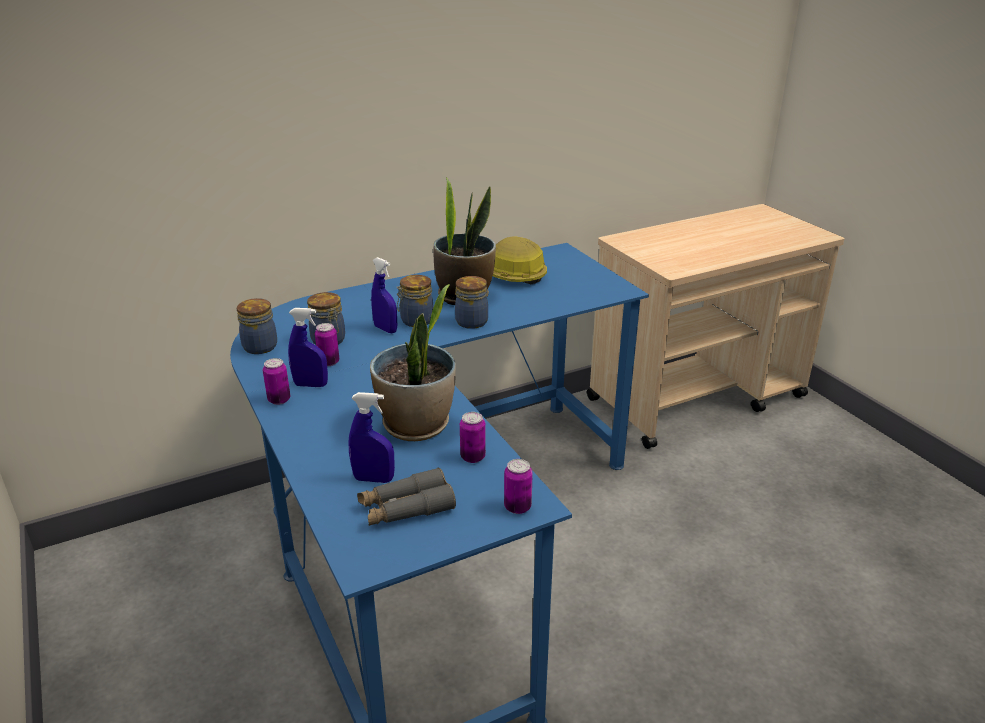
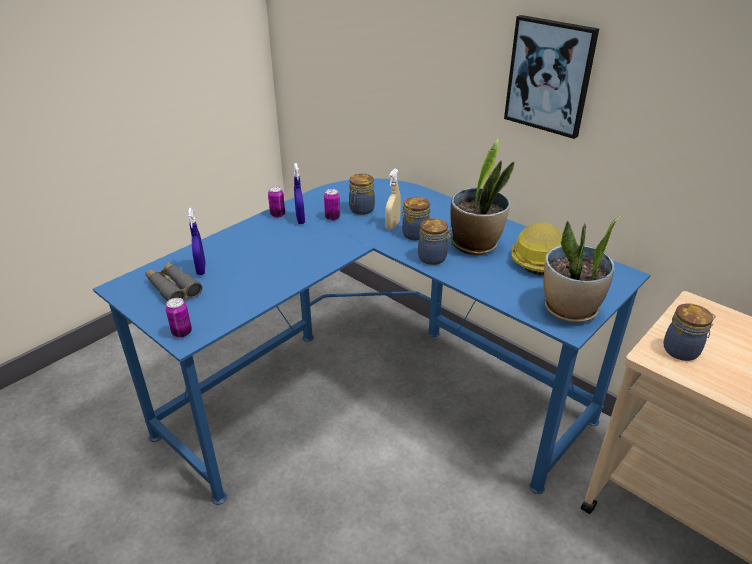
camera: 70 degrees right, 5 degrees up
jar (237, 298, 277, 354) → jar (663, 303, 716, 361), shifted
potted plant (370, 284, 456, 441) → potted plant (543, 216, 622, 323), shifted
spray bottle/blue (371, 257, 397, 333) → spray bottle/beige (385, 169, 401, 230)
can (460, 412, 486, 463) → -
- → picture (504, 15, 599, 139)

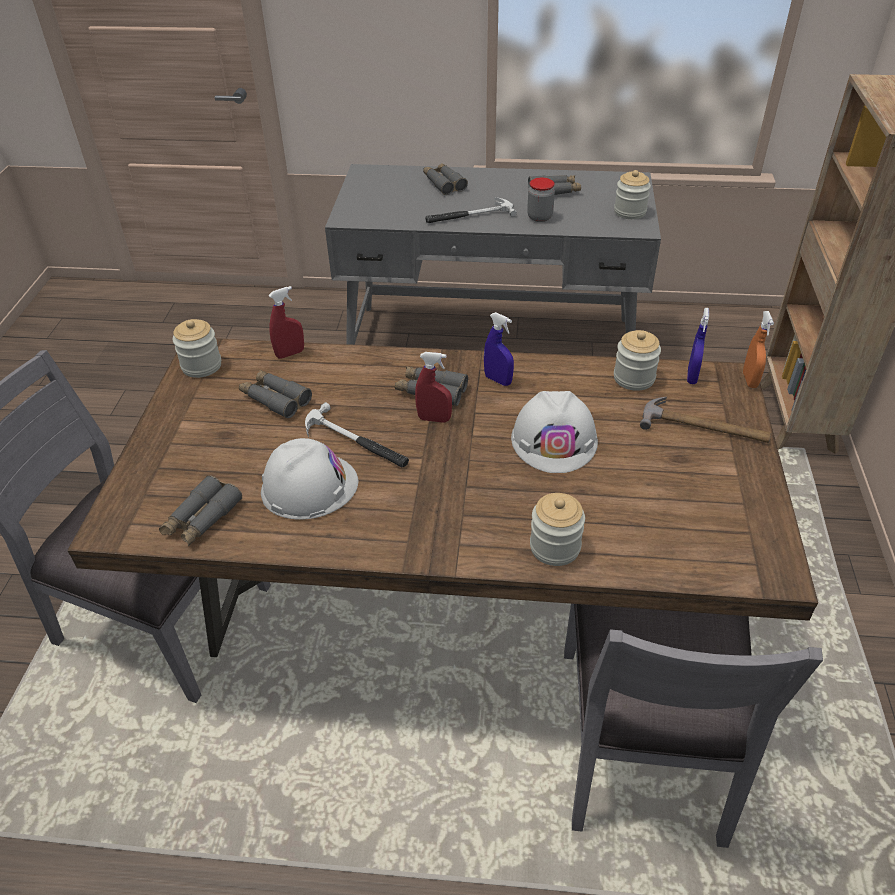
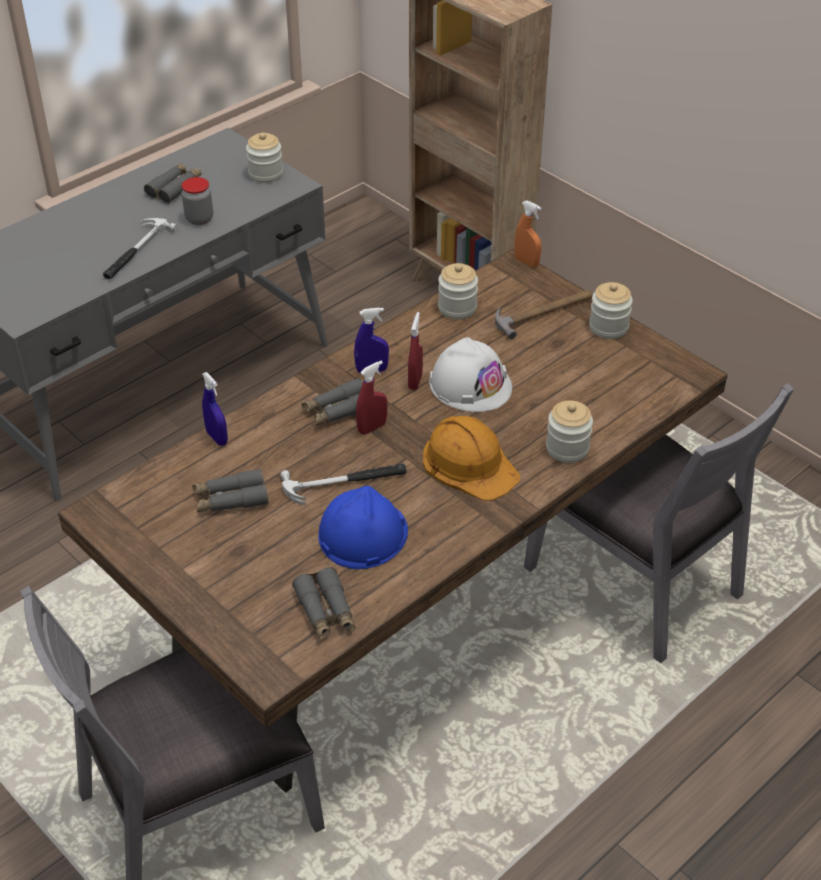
camera: 50 degrees left, 0 degrees up
jar (173, 319, 221, 378) → jar (589, 282, 633, 339), shifted
hard hat/white (261, 438, 358, 520) → hard hat/blue (318, 486, 408, 569)
spray bottle/red (268, 286, 304, 359) → spray bottle/red (408, 312, 423, 390), shifted
binoculars/grey (423, 163, 468, 195) → -
spray bottle/blue (687, 308, 709, 384) → spray bottle/blue (202, 372, 228, 446), shifted
- → hard hat/orange (423, 416, 520, 501)

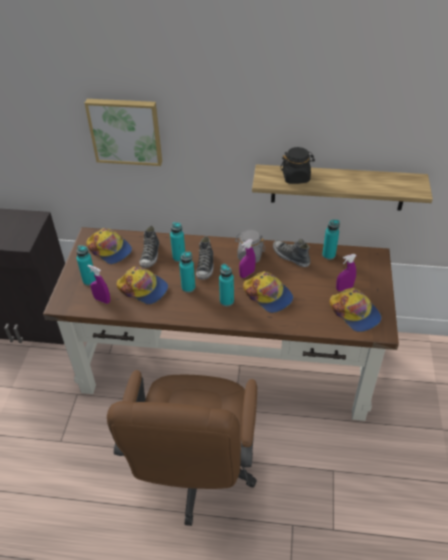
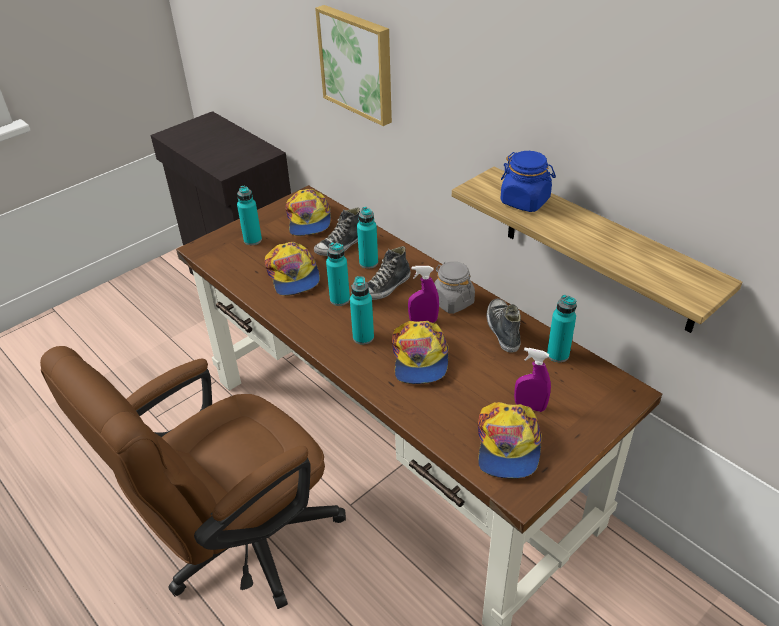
camera: 40 degrees right, 5 degrees down
spray bottle/purple (88, 265, 110, 304) → -
jar/black (280, 147, 315, 184) → jar/blue (500, 151, 556, 212)

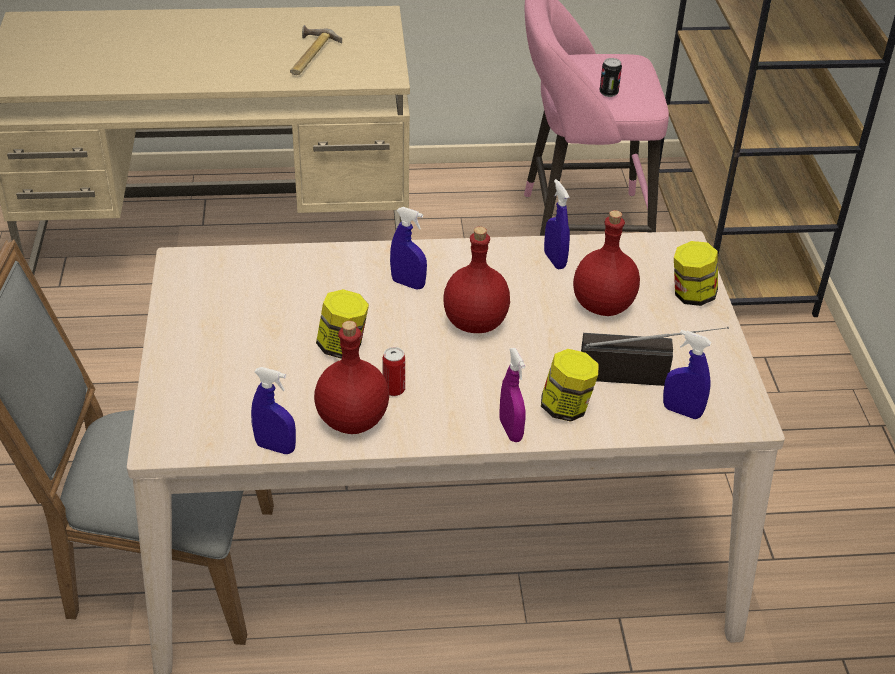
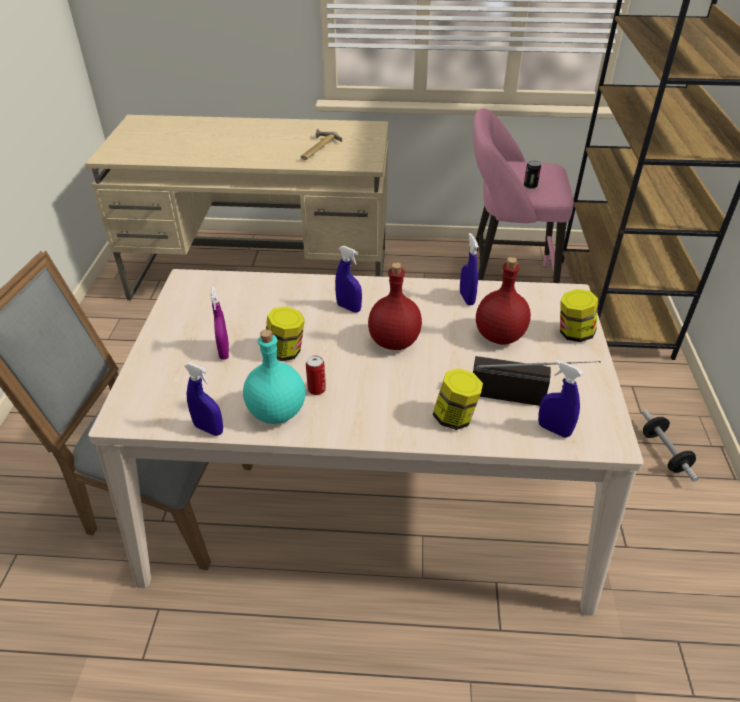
camera: 10 degrees right, 0 degrees up
bottle/red (314, 321, 389, 434) → bottle/turquoise (243, 329, 305, 424)
spray bottle/purple (500, 348, 526, 442) → spray bottle/purple (210, 286, 229, 360), shifted
- → dumbbell (642, 410, 698, 482)

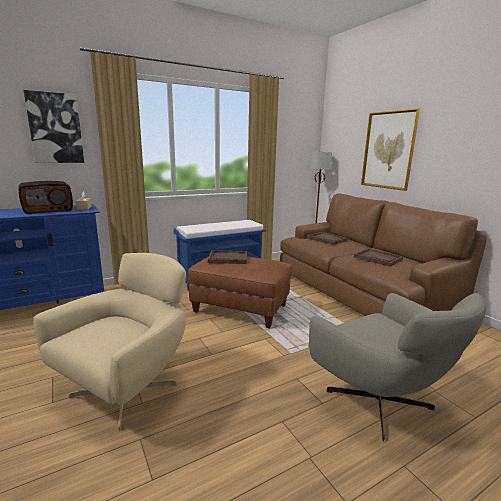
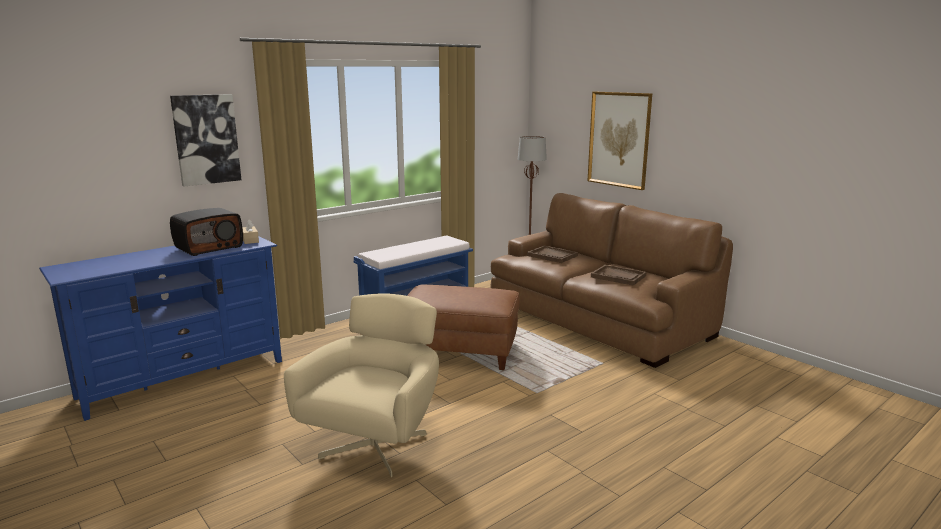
camera: 10 degrees left, 0 degrees up
tray/brown (208, 250, 247, 264) → -
armchair/grey (309, 293, 486, 441) → -

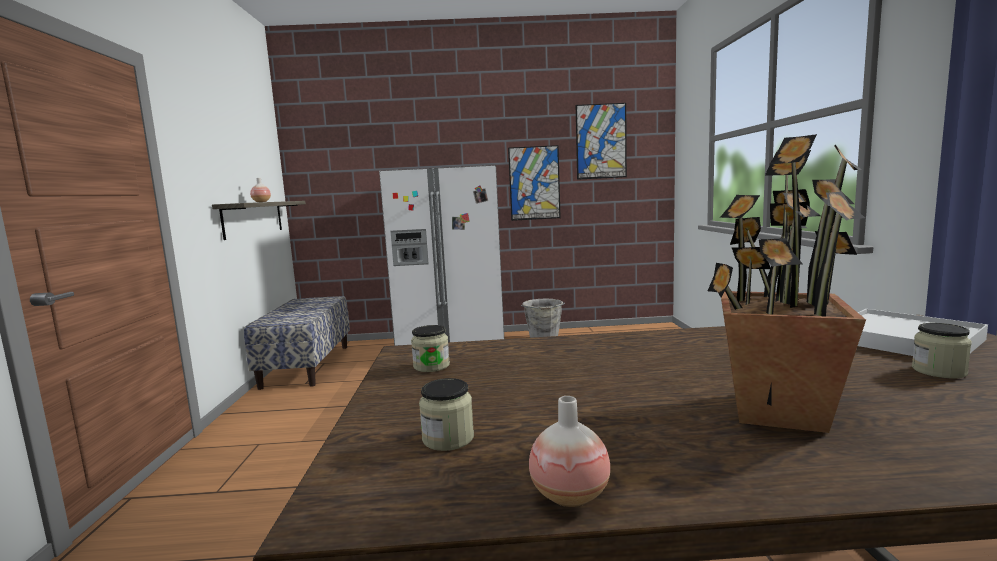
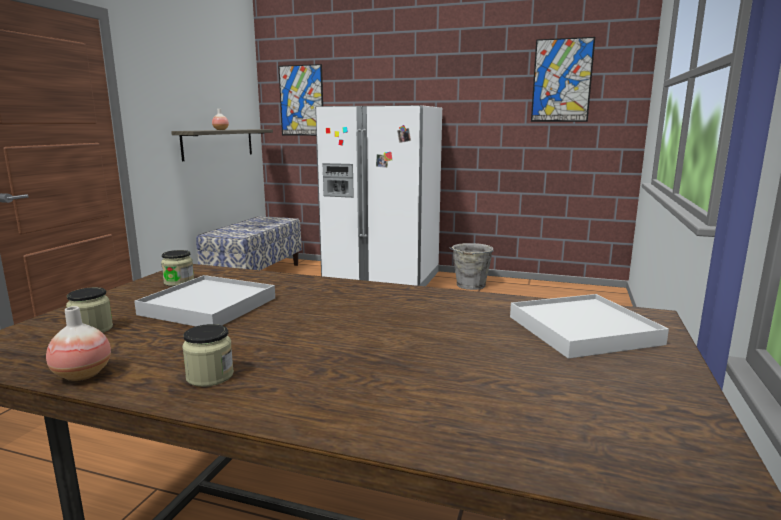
camera: 20 degrees right, 5 degrees up
picture (508, 145, 561, 221) → picture (278, 64, 323, 136), shifted
potted plant (708, 134, 866, 433) → -
jar (912, 323, 972, 378) → jar (182, 324, 234, 387), shifted
- → tray/white (134, 275, 275, 326)

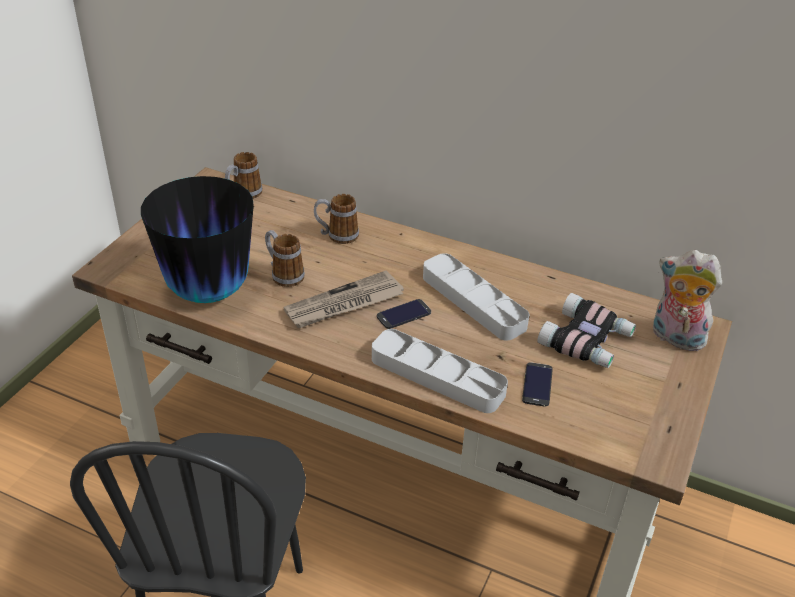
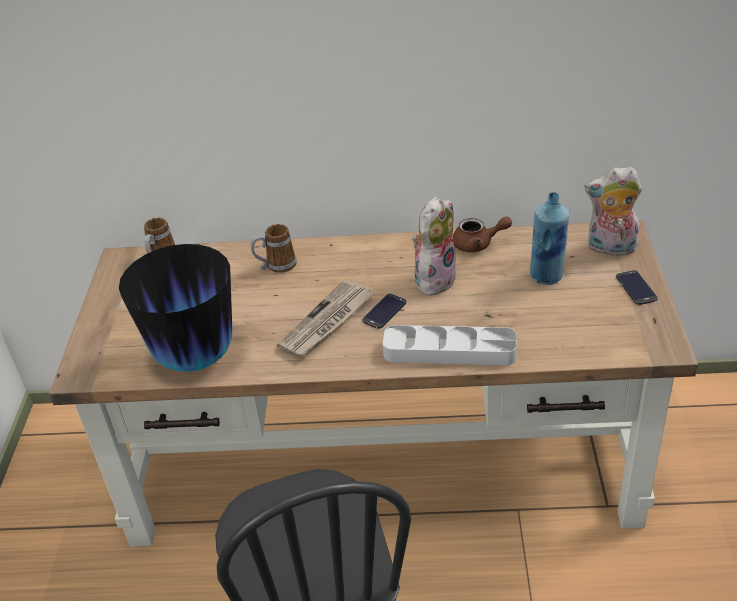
camera: 20 degrees left, 0 degrees up
mug (265, 230, 305, 287) → -
tray/grey (423, 253, 529, 341) → plush toy (412, 196, 457, 296)
phone (522, 362, 553, 407) → phone (616, 270, 658, 305), shifted
binoculars (538, 293, 636, 368) → bottle/blue (530, 192, 569, 285)
- → teapot/brown (453, 216, 512, 252)

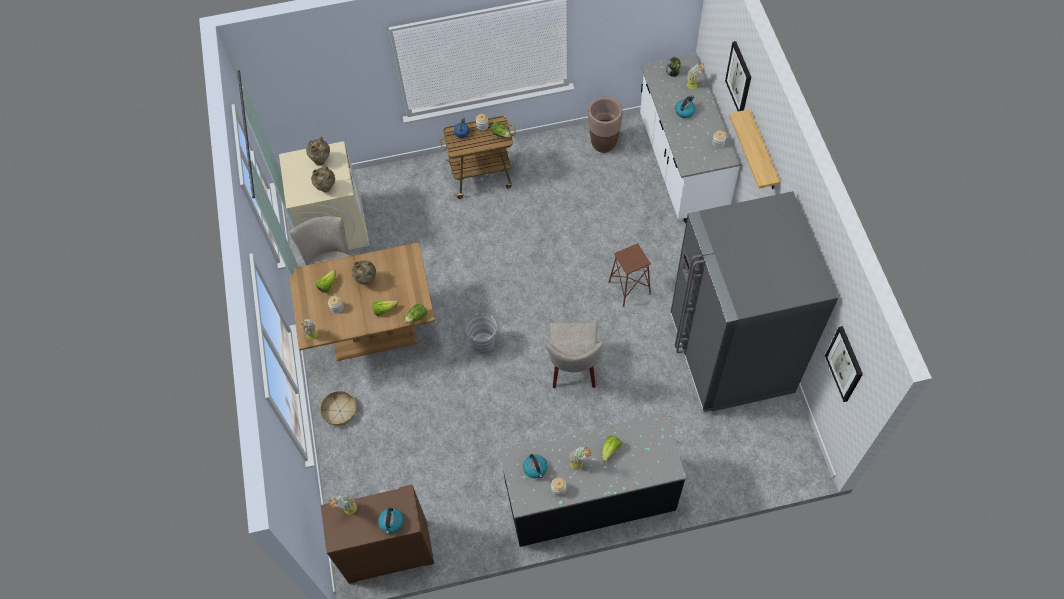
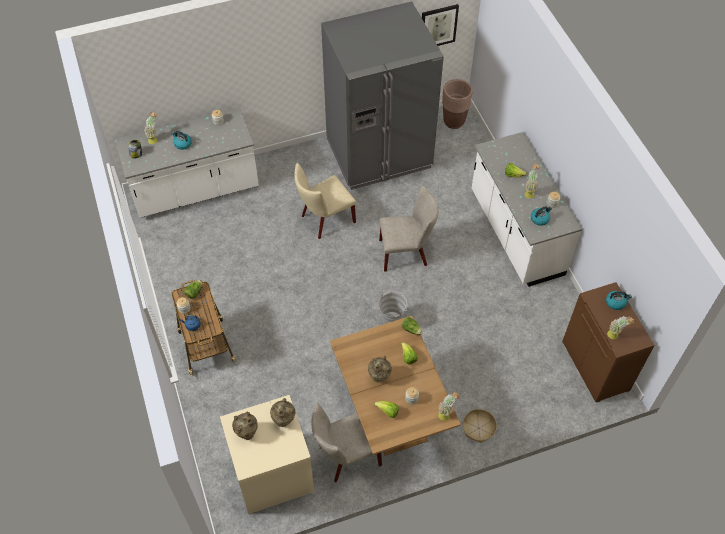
camera: 100 degrees left, 5 degrees down
counter/black (499, 413, 686, 547) → counter/white (472, 132, 582, 287)
planter/brown (588, 97, 622, 153) → planter/brown (442, 79, 473, 129), shifted
stool/brown (609, 243, 651, 307) → chair/beige (295, 163, 356, 239)
picture (725, 41, 751, 111) → -
shelf (729, 109, 781, 189) → -

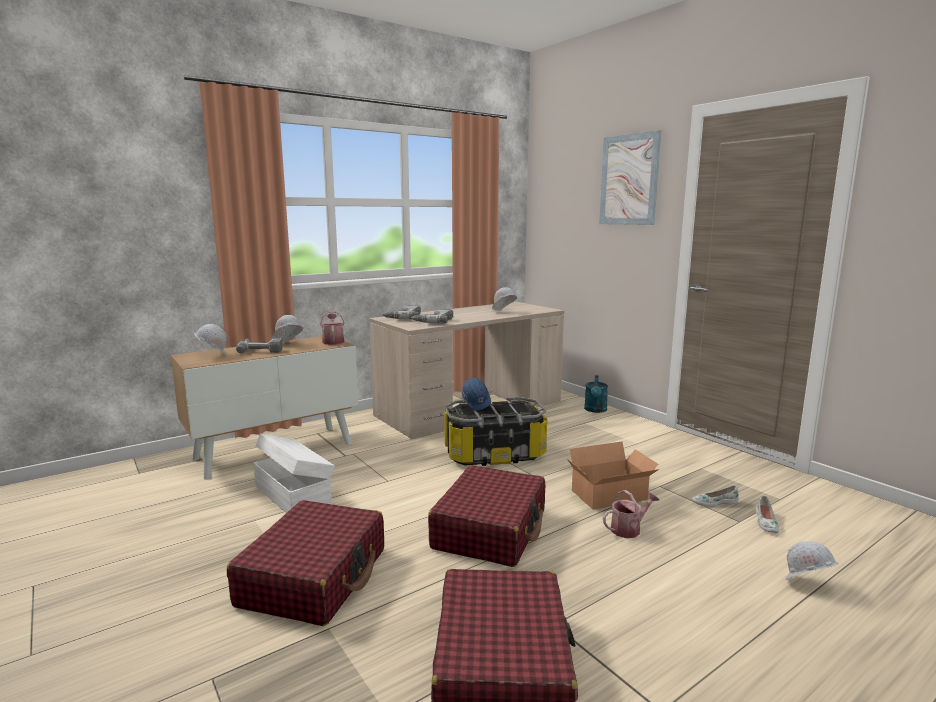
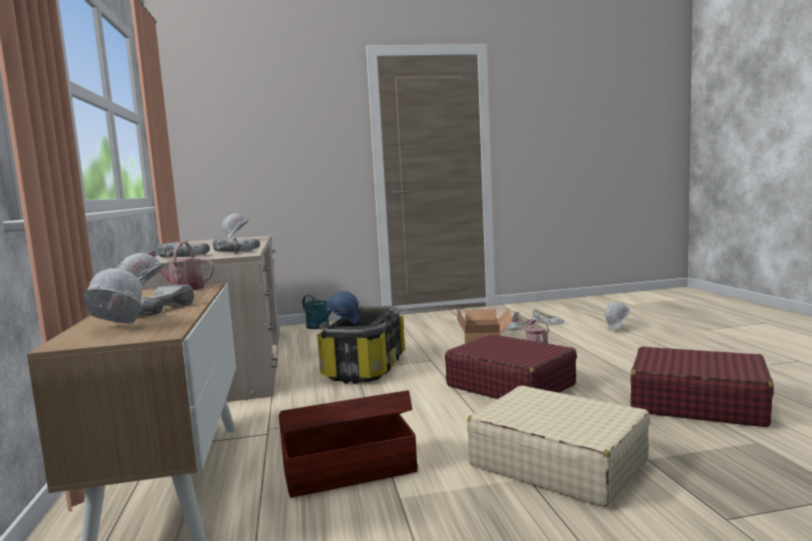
camera: 65 degrees left, 5 degrees down
suitcase/red (227, 500, 384, 626) → suitcase/beige (467, 386, 650, 507)
storage box/white (253, 434, 335, 513) → storage box/brown (279, 390, 417, 498)
picture (599, 130, 661, 225) → -

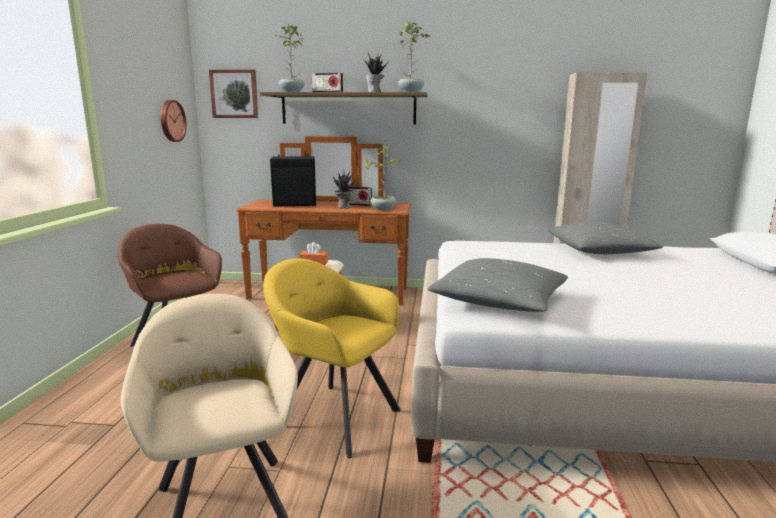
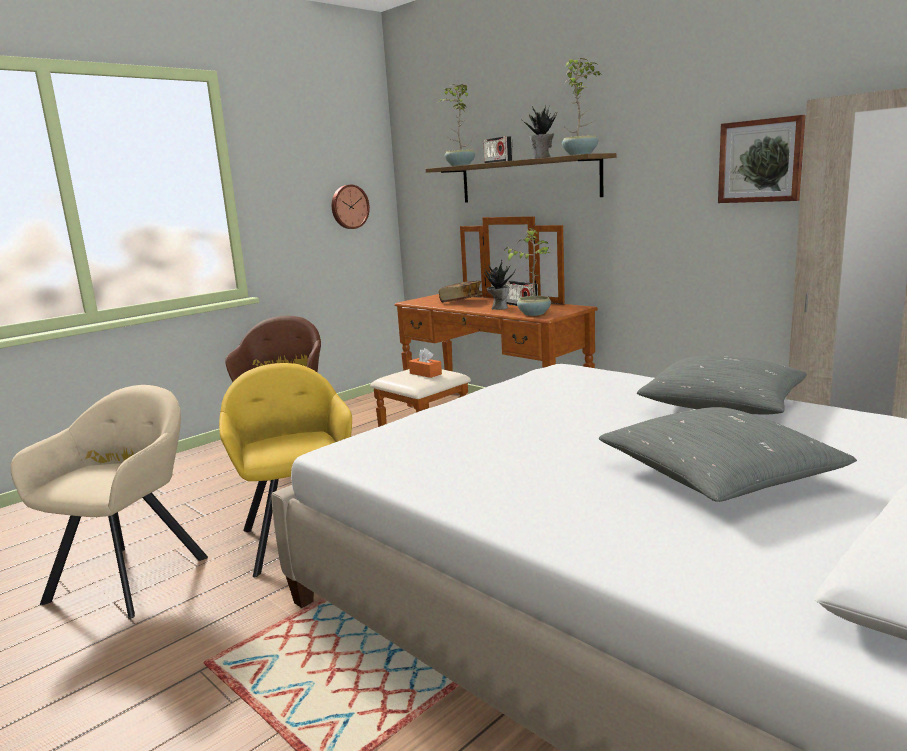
camera: 40 degrees right, 0 degrees up
picture (209, 69, 258, 118) → picture (718, 115, 806, 203), shifted
speaker/black (270, 154, 316, 207) → book (439, 281, 483, 303)
pillow/grey (428, 258, 568, 312) → pillow/grey (599, 407, 857, 502), shifted

